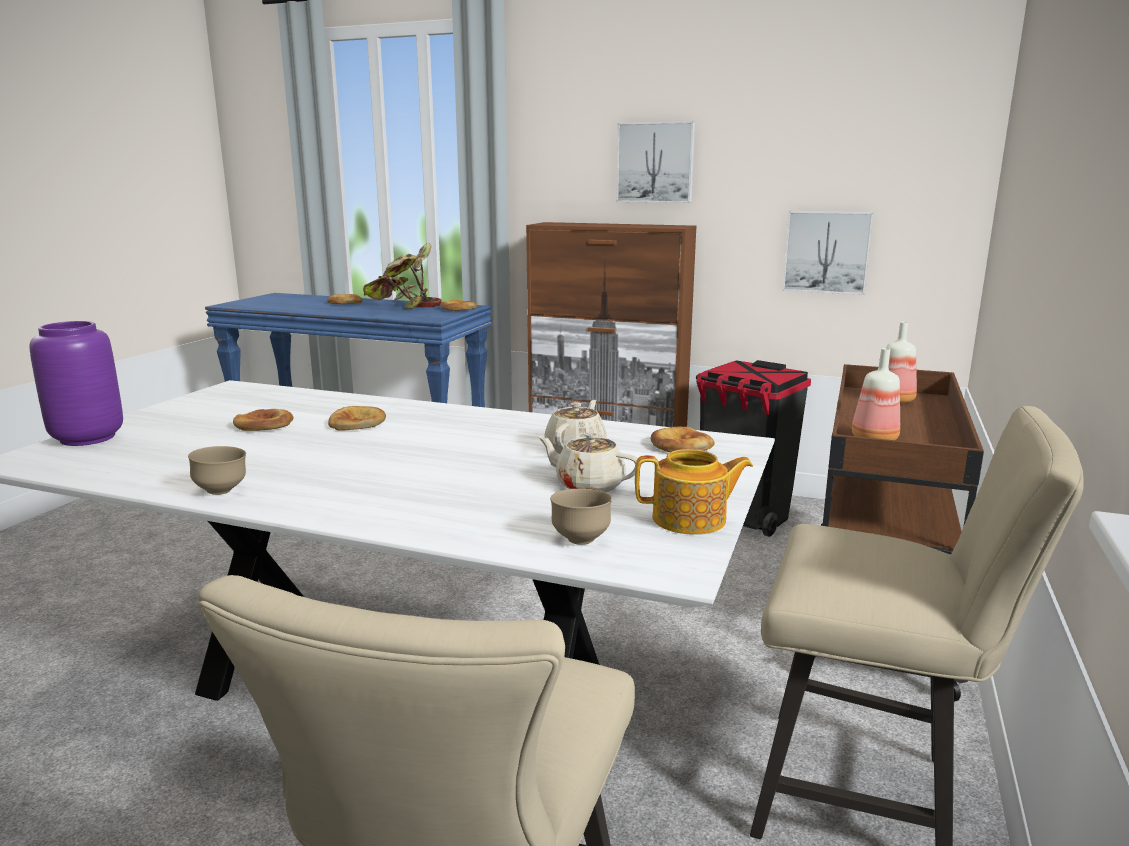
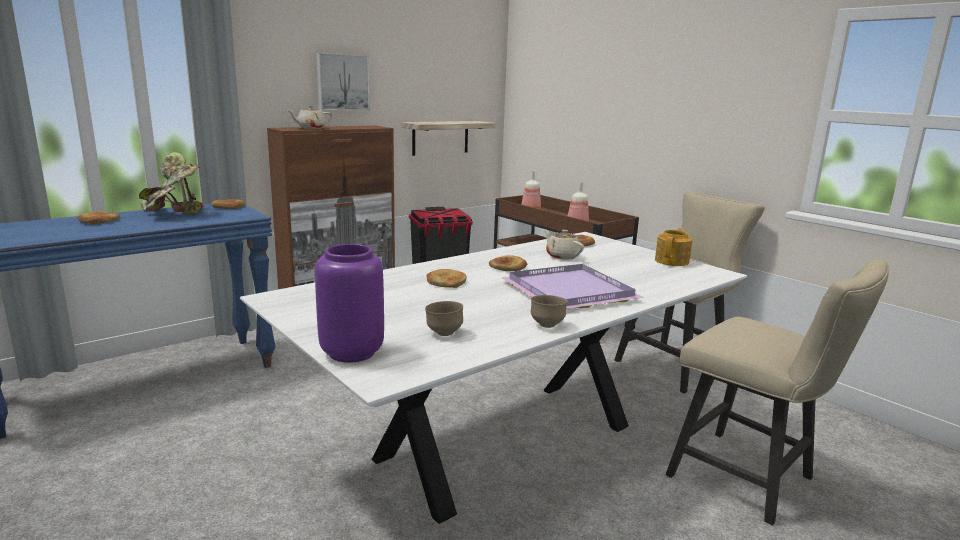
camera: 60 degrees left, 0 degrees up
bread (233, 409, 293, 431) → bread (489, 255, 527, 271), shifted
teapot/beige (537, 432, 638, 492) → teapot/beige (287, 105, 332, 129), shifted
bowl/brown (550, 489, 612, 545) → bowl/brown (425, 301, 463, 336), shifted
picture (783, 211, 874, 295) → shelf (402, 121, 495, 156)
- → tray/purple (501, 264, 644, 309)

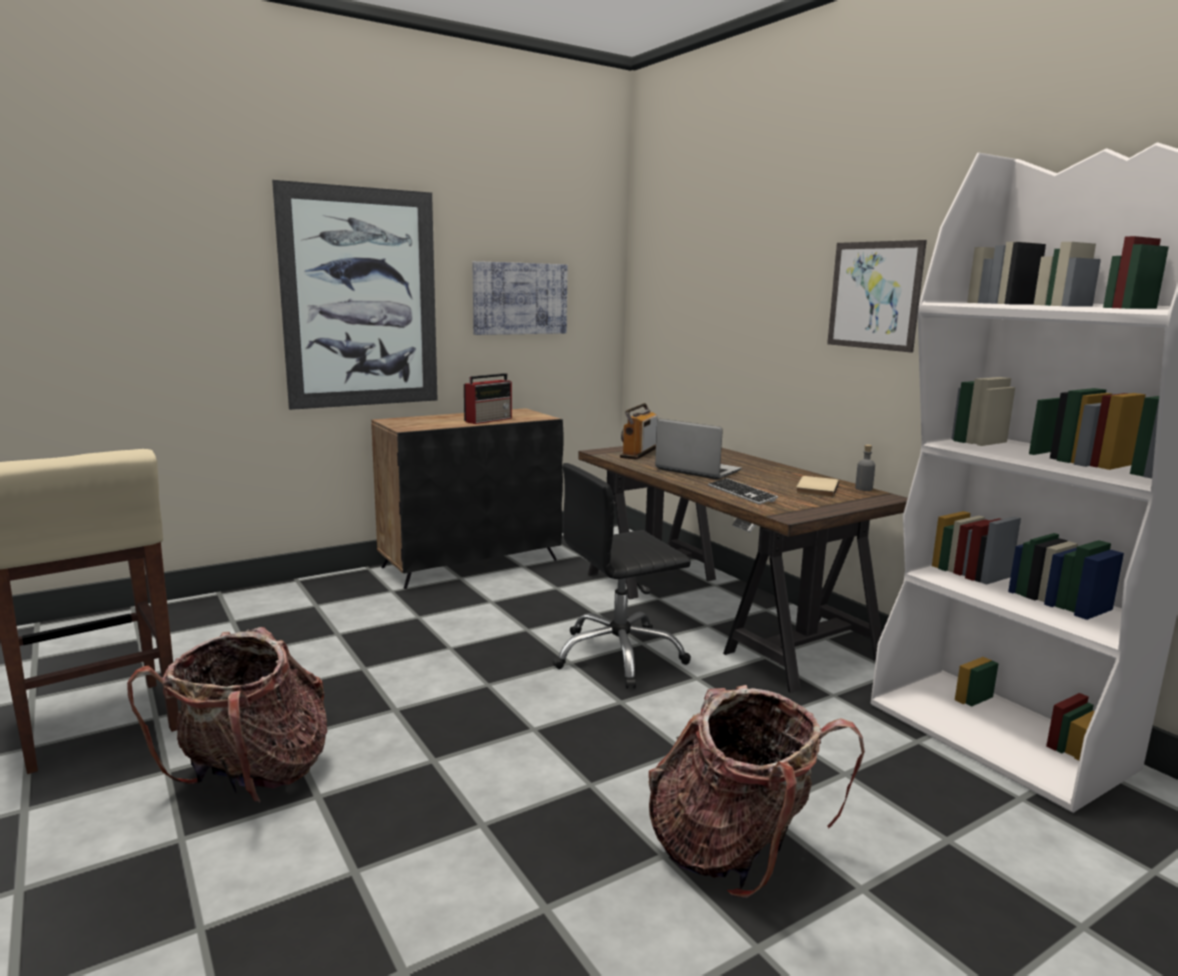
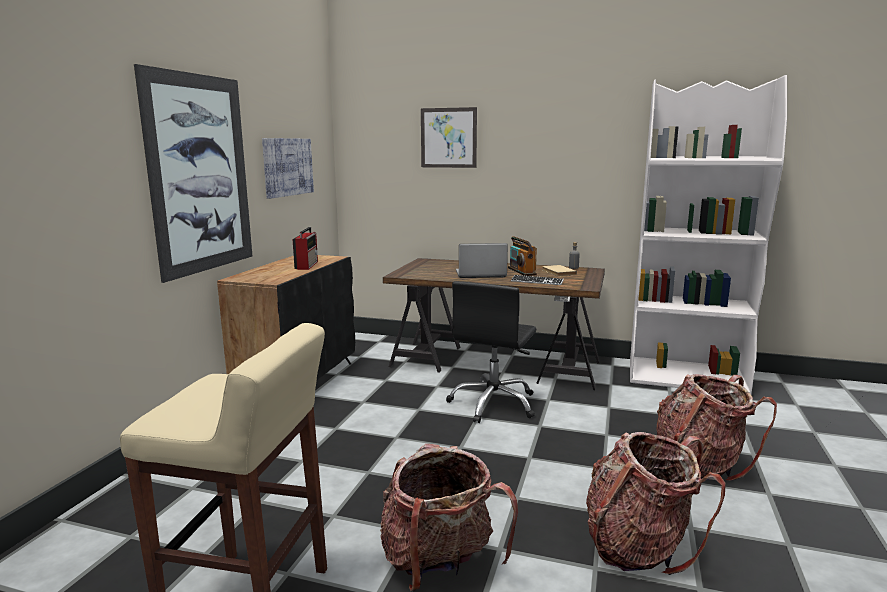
camera: 40 degrees left, 0 degrees up
radio (620, 403, 657, 460) → radio (508, 236, 537, 276), shifted
picture (827, 240, 927, 353) → picture (421, 107, 477, 168), shifted
- → backpack (586, 432, 726, 575)

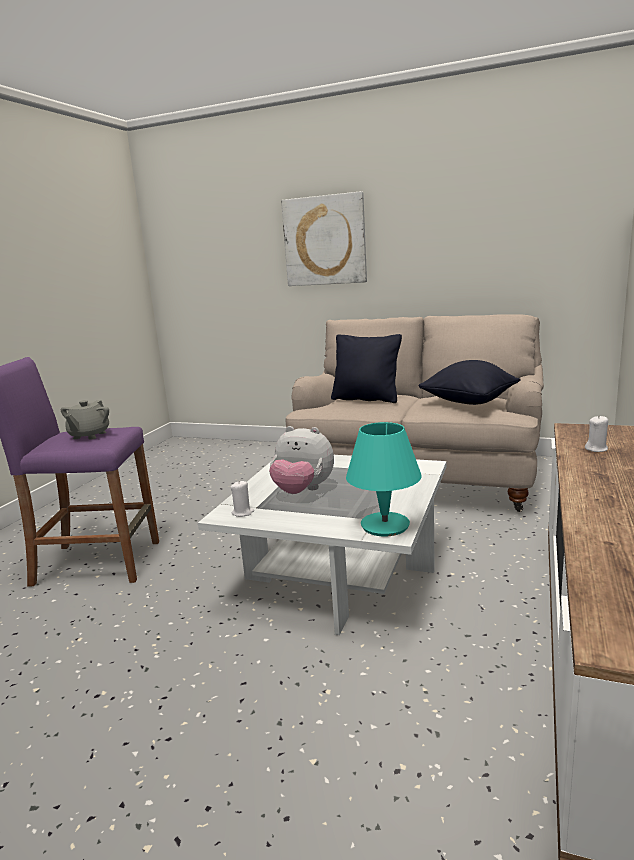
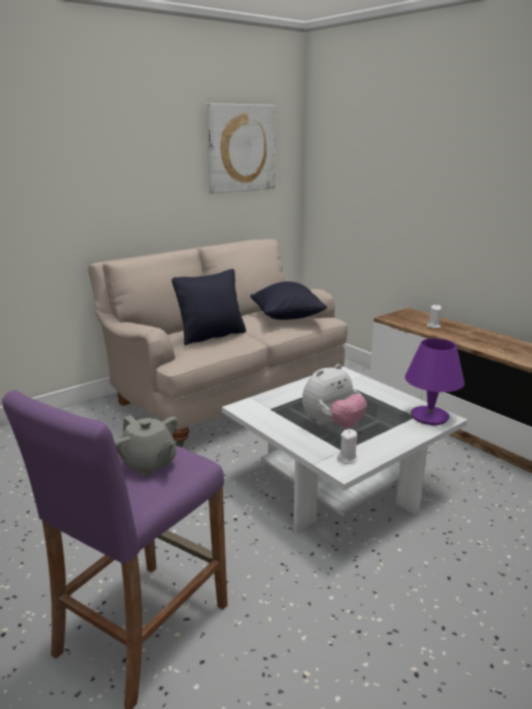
camera: 60 degrees left, 5 degrees up
picture (281, 191, 367, 286) → picture (206, 103, 276, 194), shifted
table lamp/turquoise (346, 422, 422, 536) → table lamp/purple (405, 338, 464, 425)

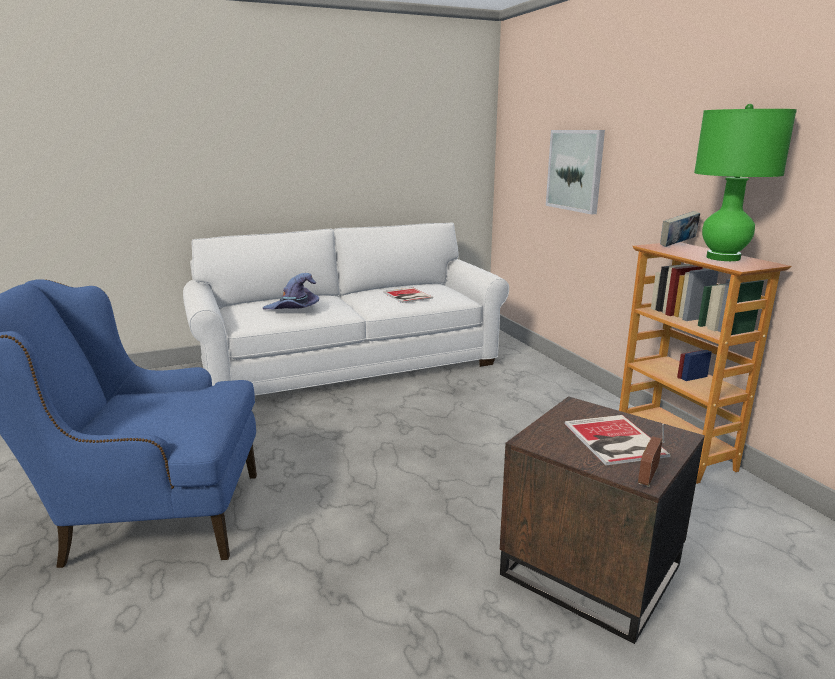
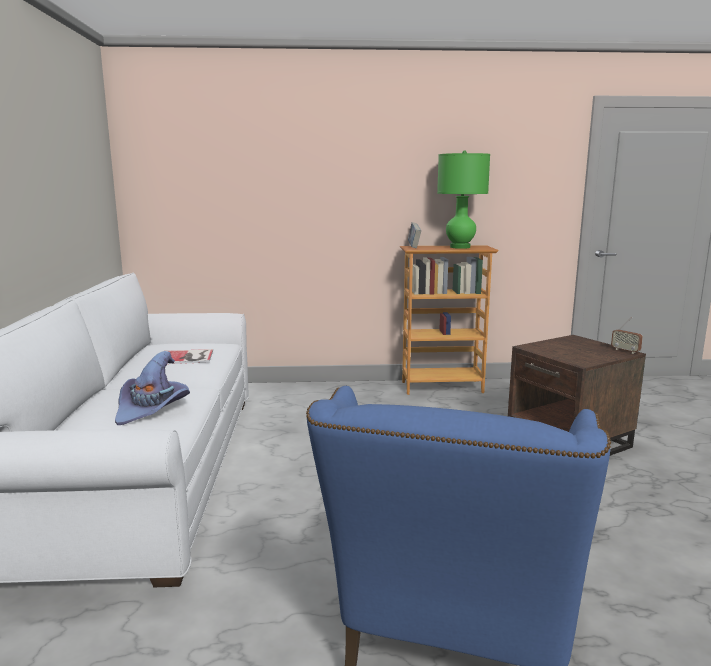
camera: 70 degrees left, 5 degrees down
picture (546, 130, 605, 214) → -
book (565, 415, 671, 465) → -

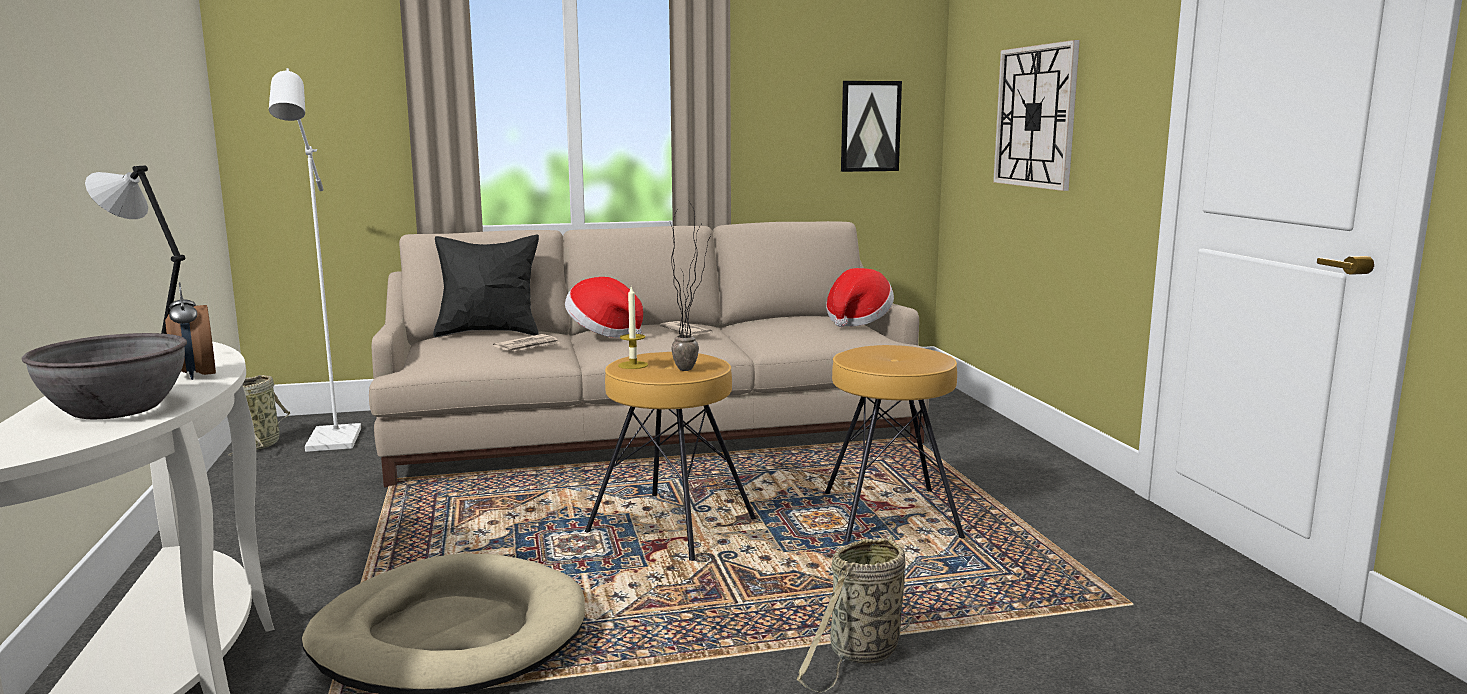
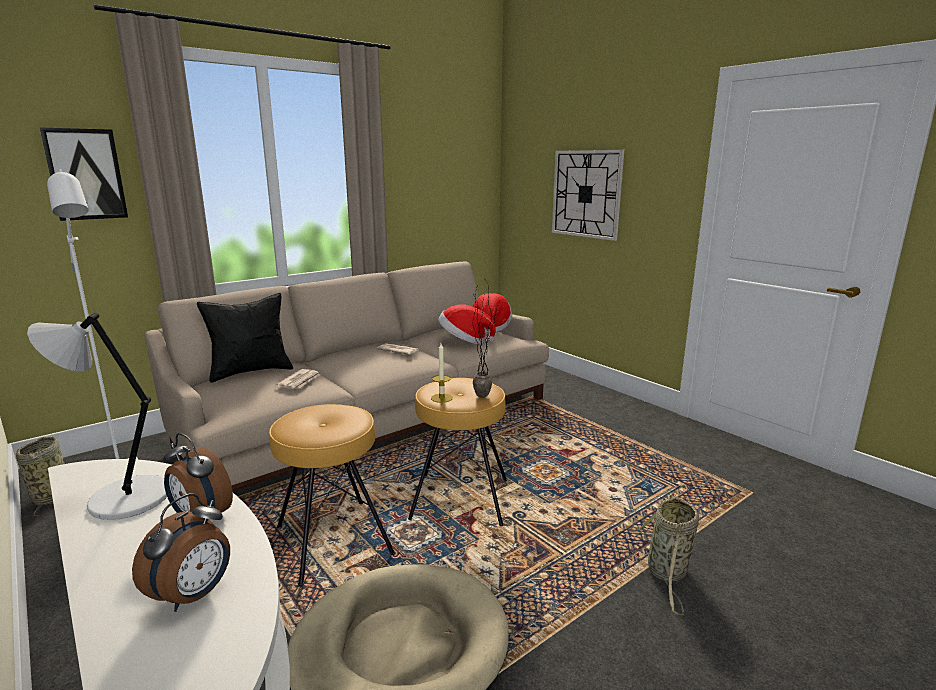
camera: 25 degrees left, 5 degrees up
bowl/grey (22, 333, 187, 419) → alarm clock (132, 494, 230, 612)
hat (565, 277, 643, 338) → hat (439, 304, 496, 344), shifted
stool/brown (825, 345, 965, 542) → stool/brown (269, 404, 395, 586), shifted
picture (841, 81, 902, 172) → picture (40, 127, 128, 221), shifted

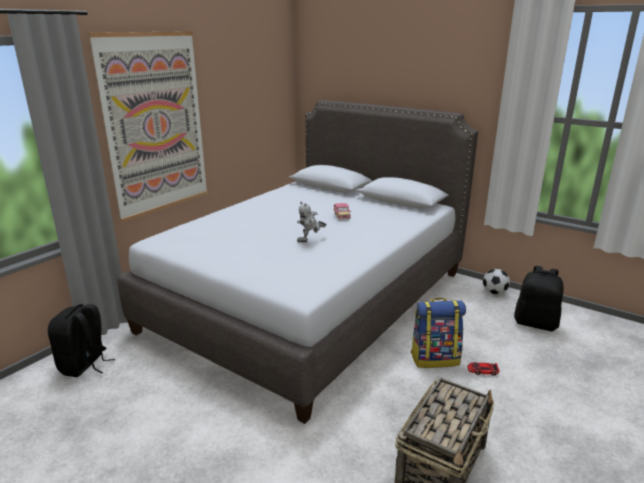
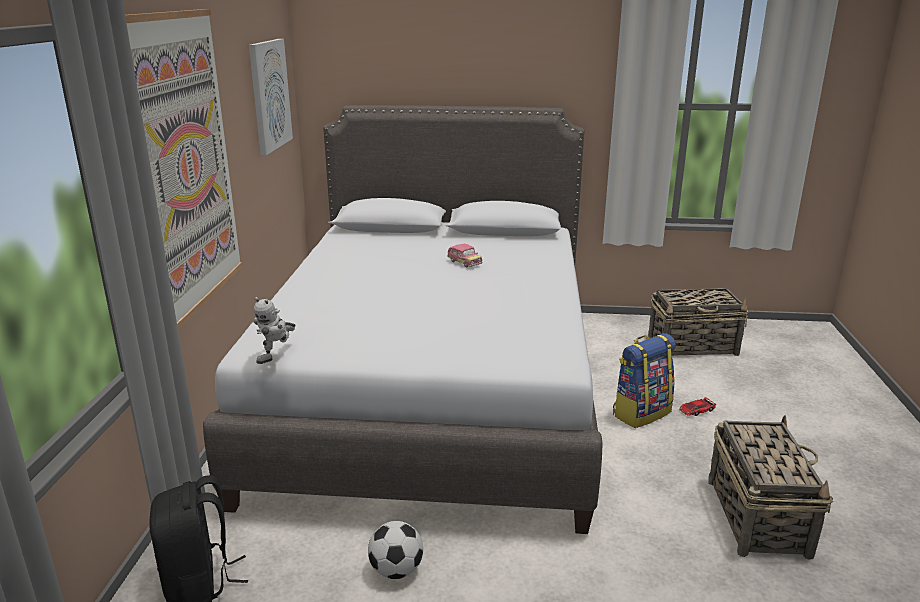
camera: 30 degrees left, 0 degrees up
toy robot (297, 202, 327, 242) → toy robot (253, 297, 296, 364), shifted
football (483, 269, 510, 295) → football (368, 521, 423, 579), shifted
backpack/black (514, 266, 564, 331) → basket (648, 288, 749, 356)
- → picture (249, 39, 293, 155)

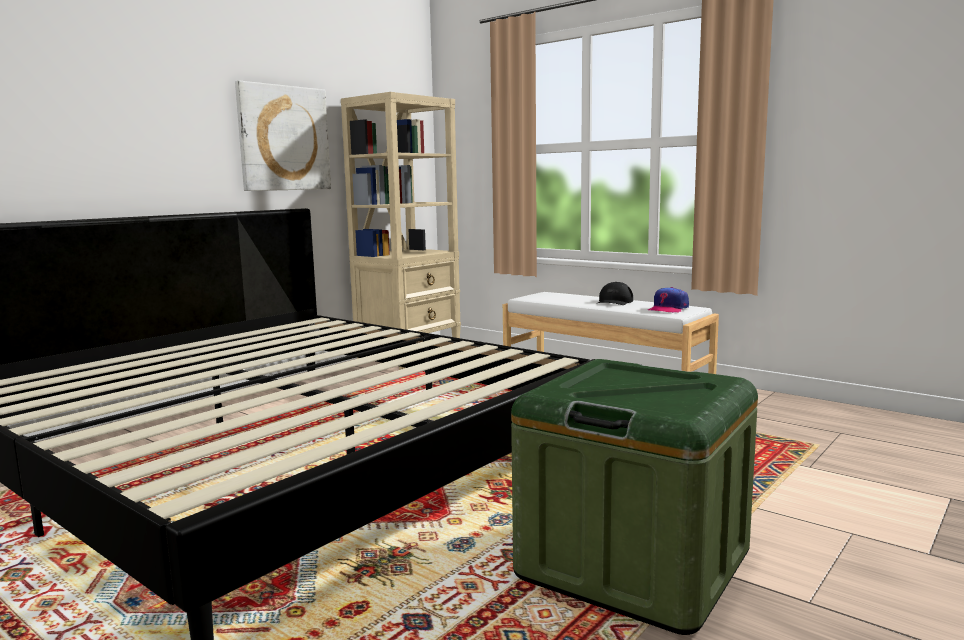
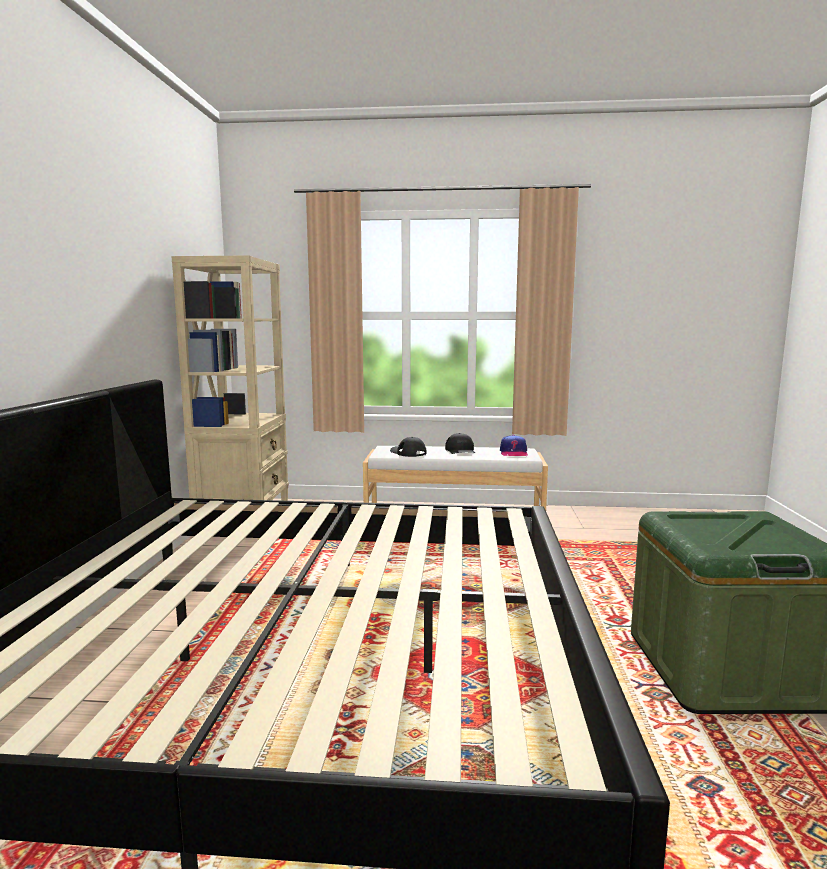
camera: 35 degrees left, 0 degrees up
picture (235, 81, 331, 191) → -
- → cap/black (390, 437, 427, 457)

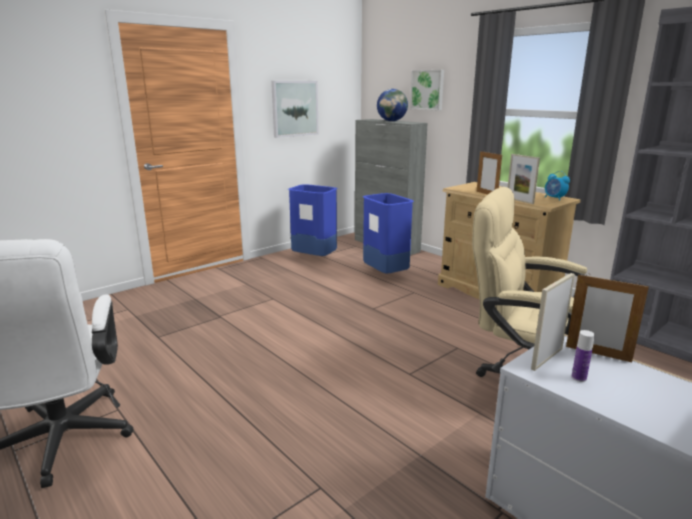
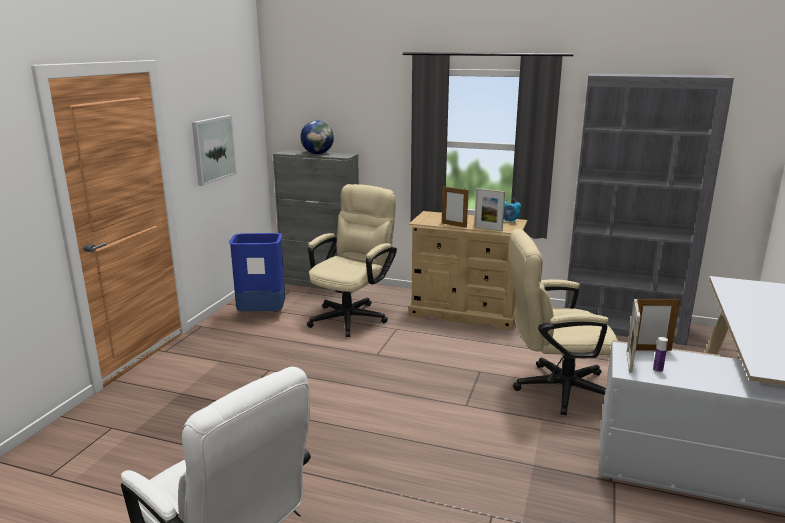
camera: 30 degrees left, 0 degrees up
trash can/blue (363, 193, 414, 273) → office chair/beige (307, 184, 397, 337)
picture (410, 70, 444, 111) → -

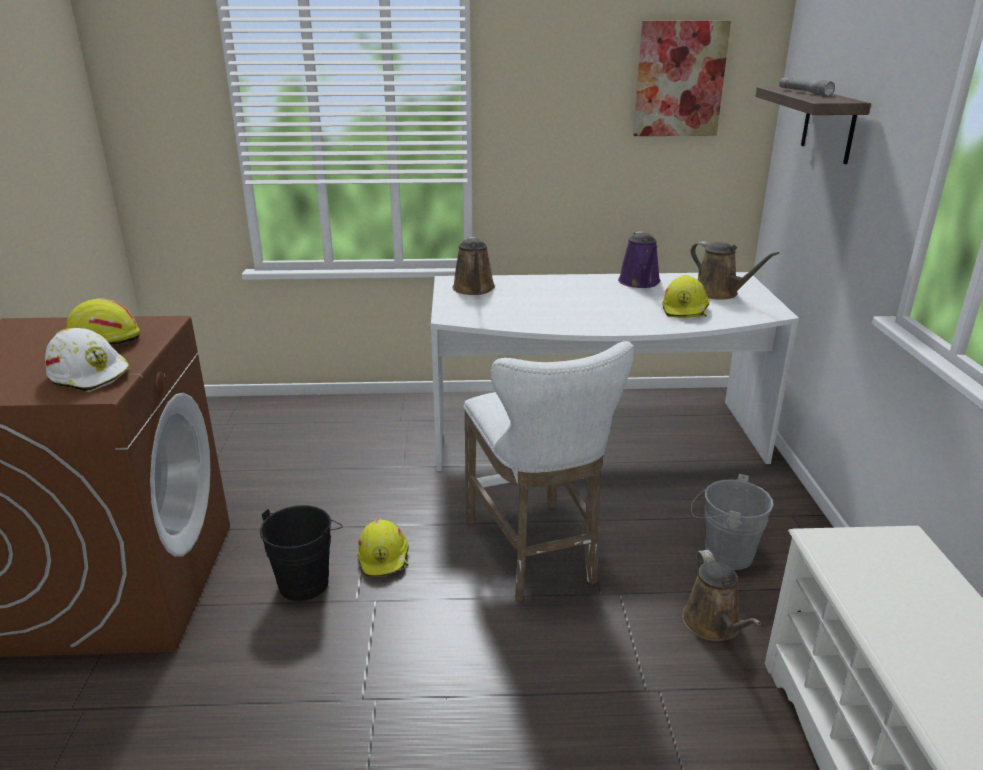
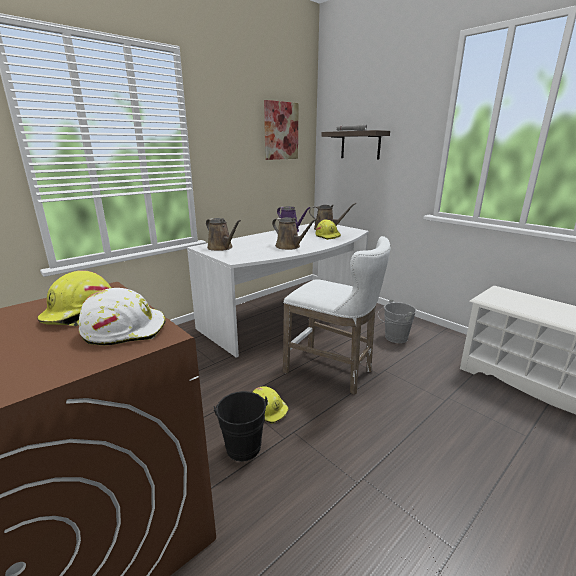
camera: 40 degrees left, 5 degrees down
watering can/brown (682, 550, 761, 641) → watering can/brown (272, 217, 317, 250), shifted

